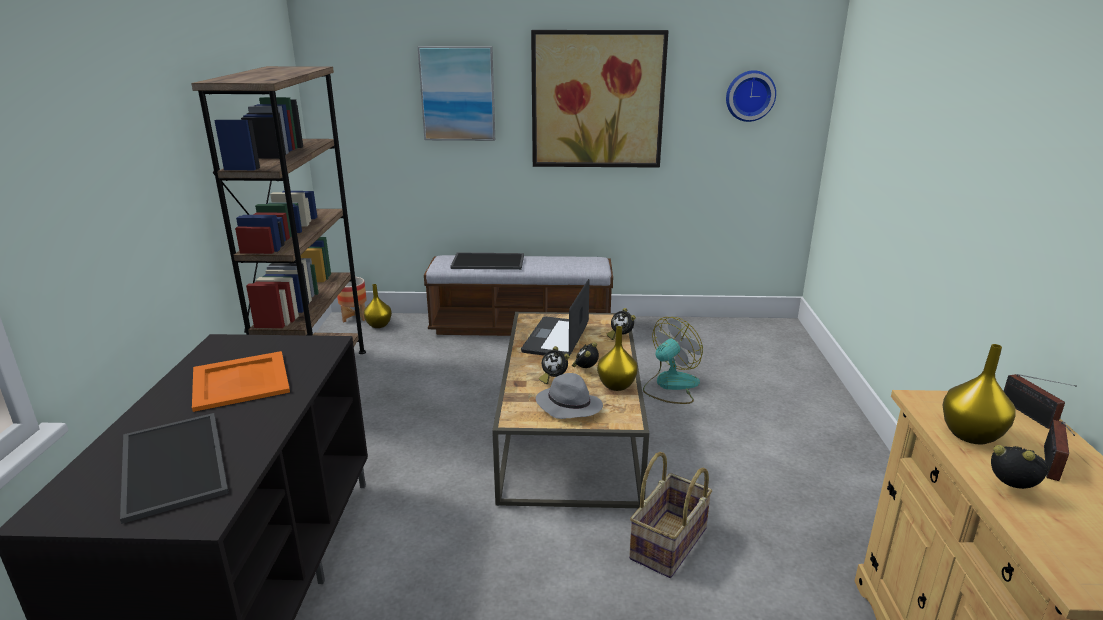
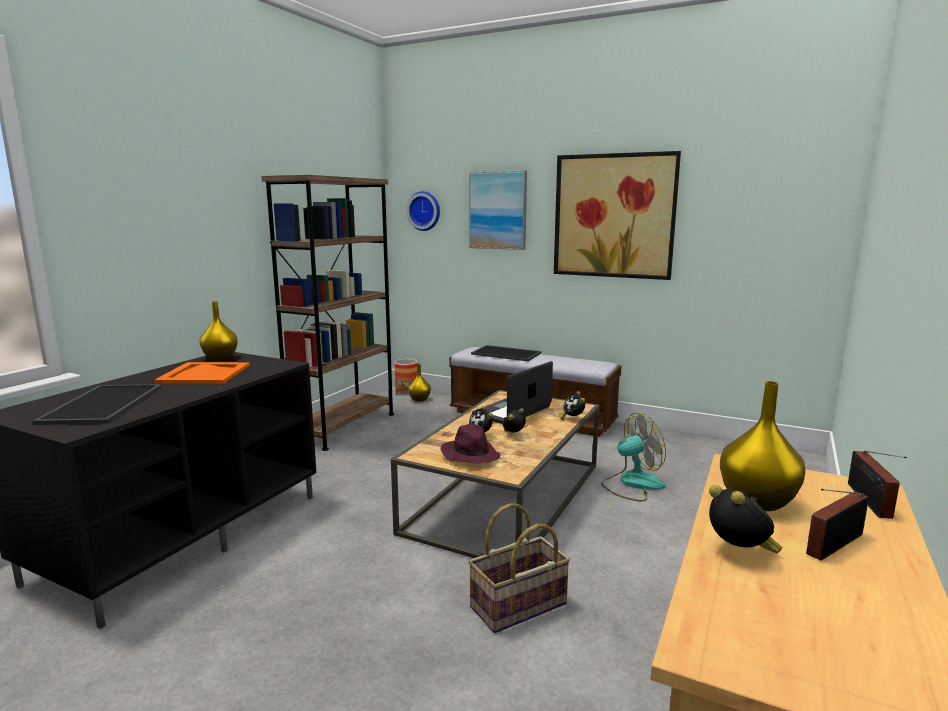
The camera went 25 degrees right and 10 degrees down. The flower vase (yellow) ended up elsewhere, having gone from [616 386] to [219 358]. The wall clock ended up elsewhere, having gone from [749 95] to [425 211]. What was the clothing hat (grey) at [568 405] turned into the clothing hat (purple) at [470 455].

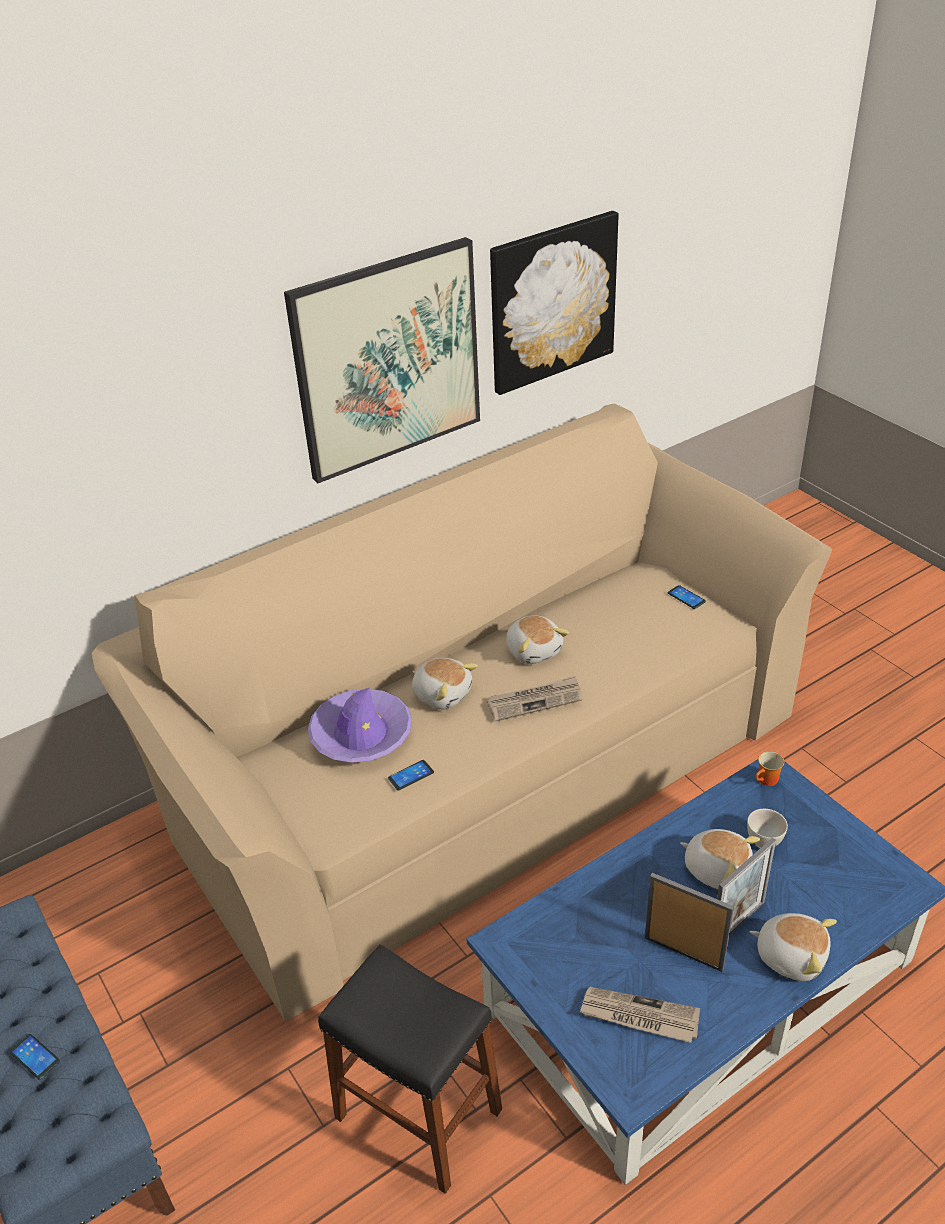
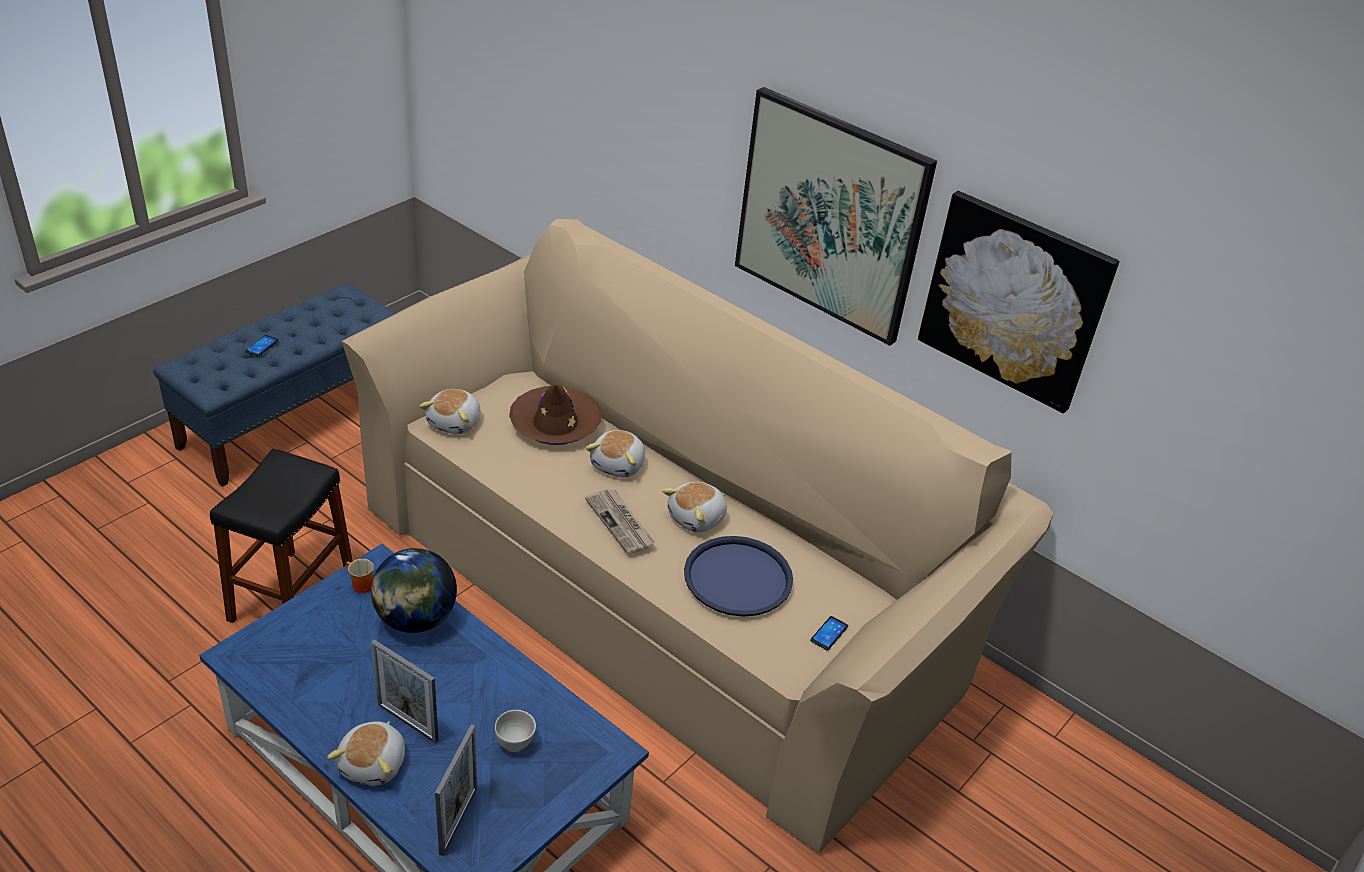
The camera went 70 degrees right and 0 degrees up. The mug ended up elsewhere, having gone from [767 781] to [359 585]. The second view gained the world globe at [415 619]. The cuddly toy ended up elsewhere, having gone from [716 868] to [455 422]. The photo frame ended up elsewhere, having gone from [683 953] to [458 820]. What was the clothing hat (purple) at [361 735] turned into the clothing hat (brown-coloured) at [555 424]. The second view gained the tray (bluish) at [737 577]. The second view lost the phone at [411 775]. The second view lost the newspaper at [639 1016].

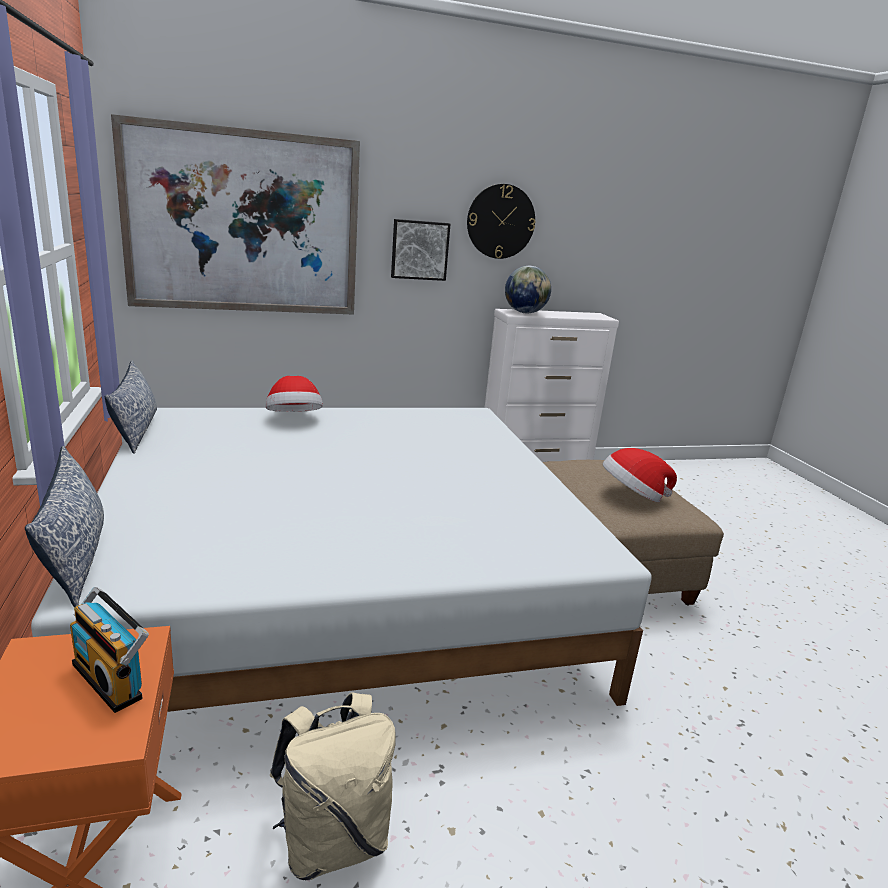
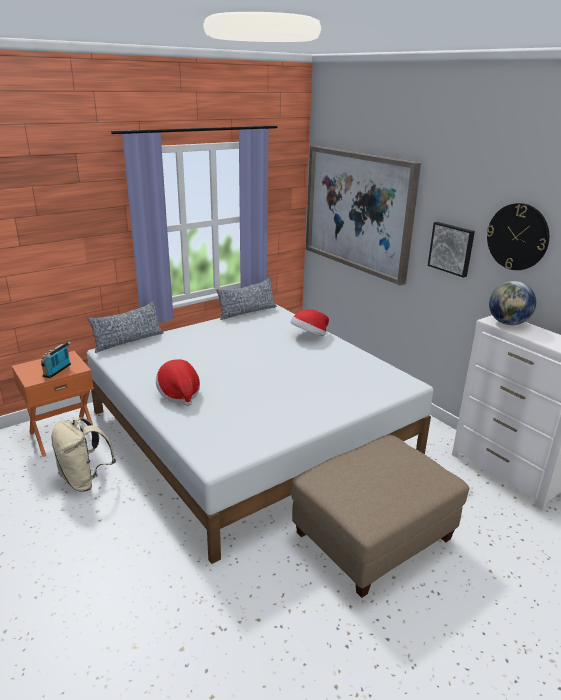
The camera went 70 degrees right and 5 degrees up. The clothing hat ended up elsewhere, having gone from [632 496] to [179 394].

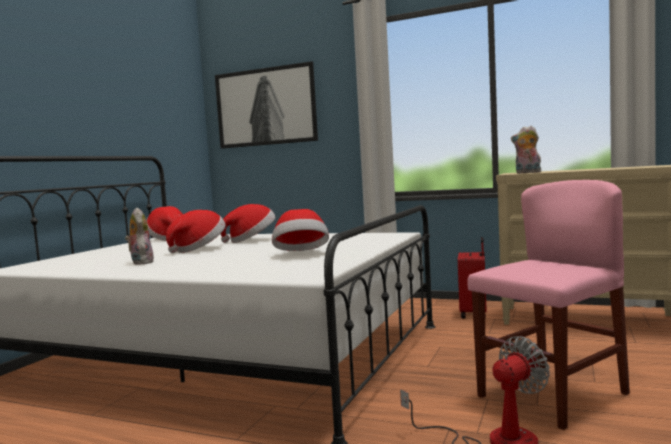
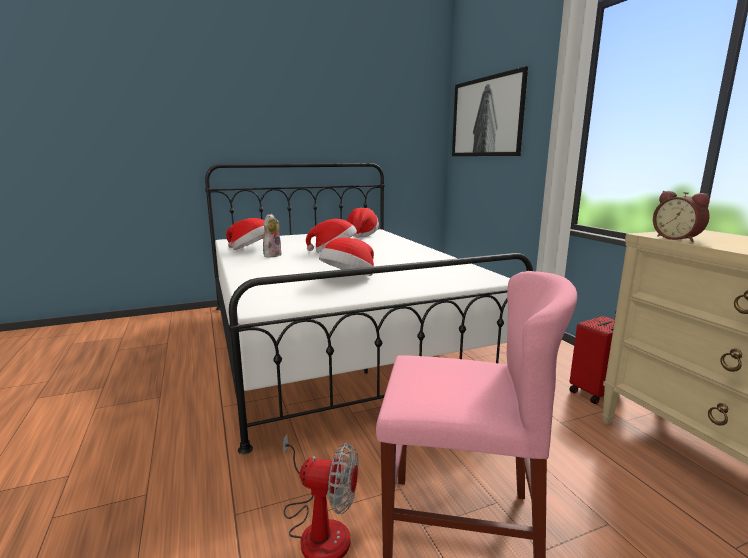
The camera went 45 degrees right and 10 degrees up. The clothing hat ended up elsewhere, having gone from [251 240] to [252 250]. Where the cuddly toy stood at [527 173], the table clock came to stand at [677 238].

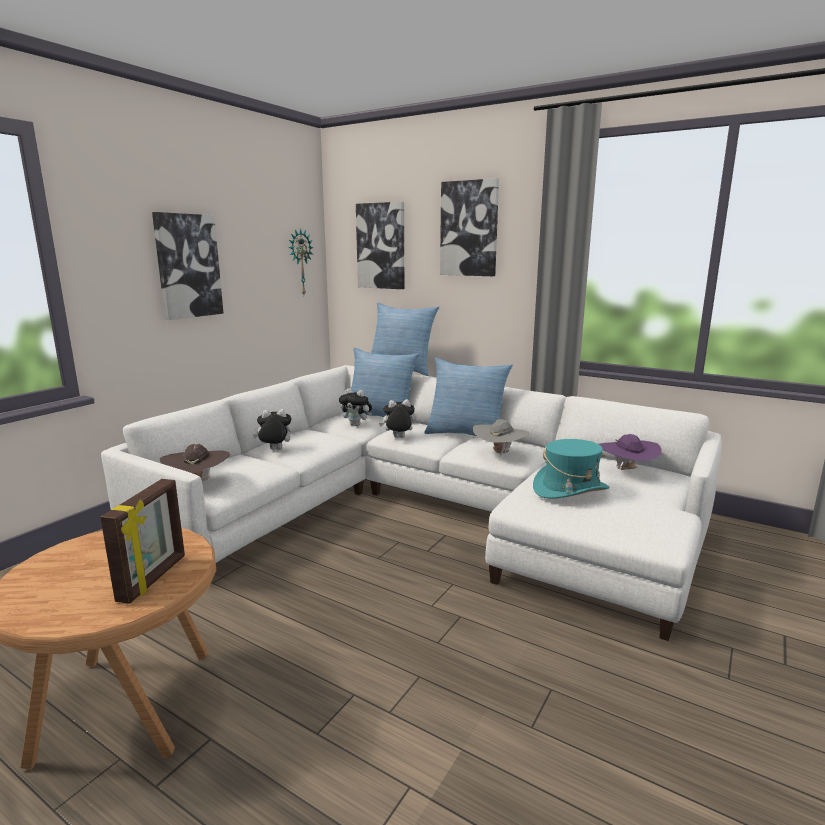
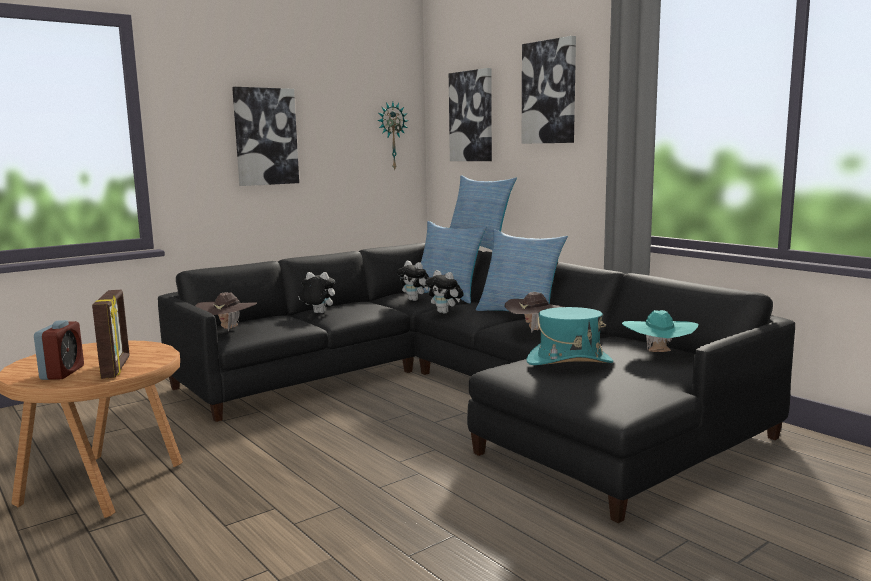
The camera went 20 degrees right and 5 degrees down. The second view gained the table clock at [62 373]. The photo frame at [154 578] ended up facing another way, 45 degrees counterclockwise from before. What was the couch (white-coloured) at [425 511] turned into the couch (blackish) at [461 392]. The cuddly toy at [398 438] ended up facing another way, 150 degrees counterclockwise from before. What was the clothing hat (grey) at [500 453] turned into the clothing hat (brown-coloured) at [534 330]. What was the clothing hat (purple) at [626 471] turned into the clothing hat (turquoise-coloured) at [658 354].

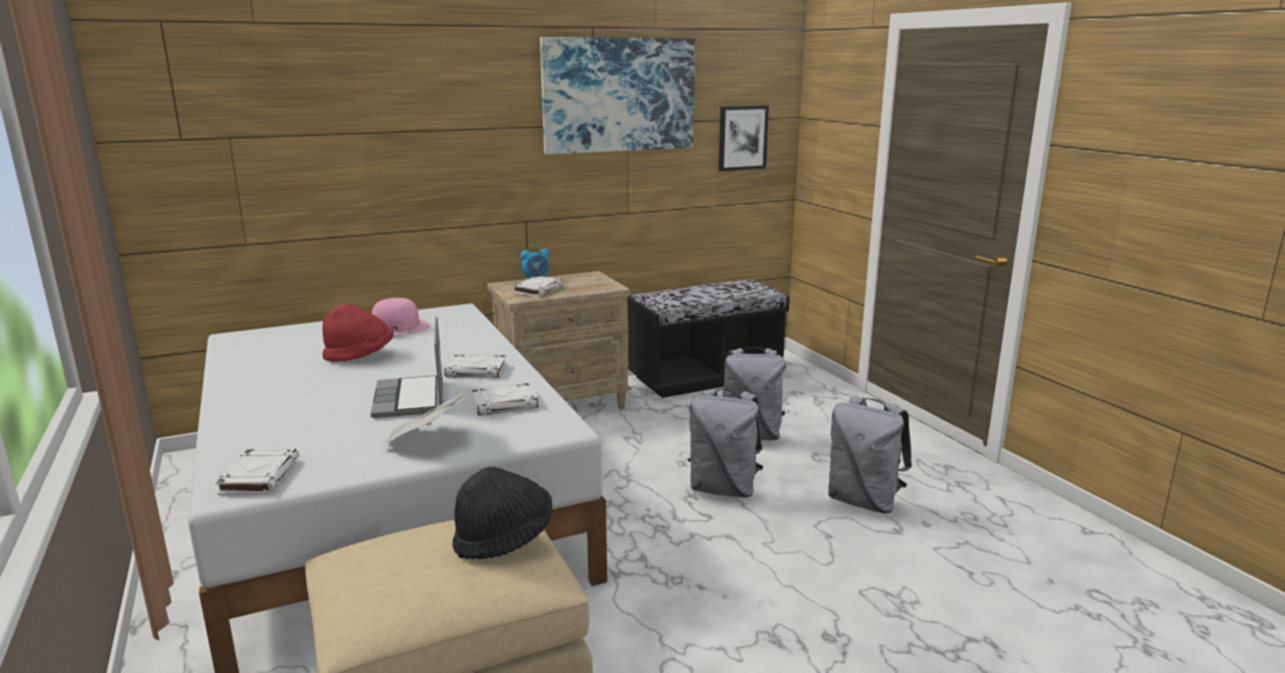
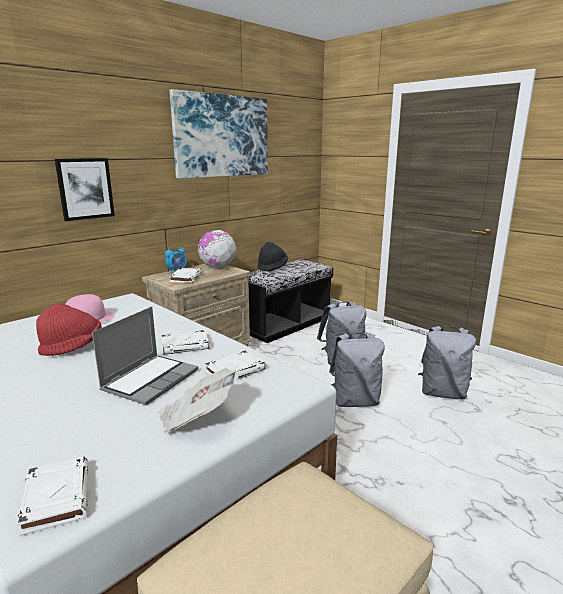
The camera went 20 degrees left and 0 degrees up. The wall picture ended up elsewhere, having gone from [742 138] to [85 188]. The notebook computer at [411 399] ended up facing another way, 120 degrees counterclockwise from before. The second view gained the world globe at [217 267]. The clothing hat (blackish) ended up elsewhere, having gone from [504 539] to [272 267].

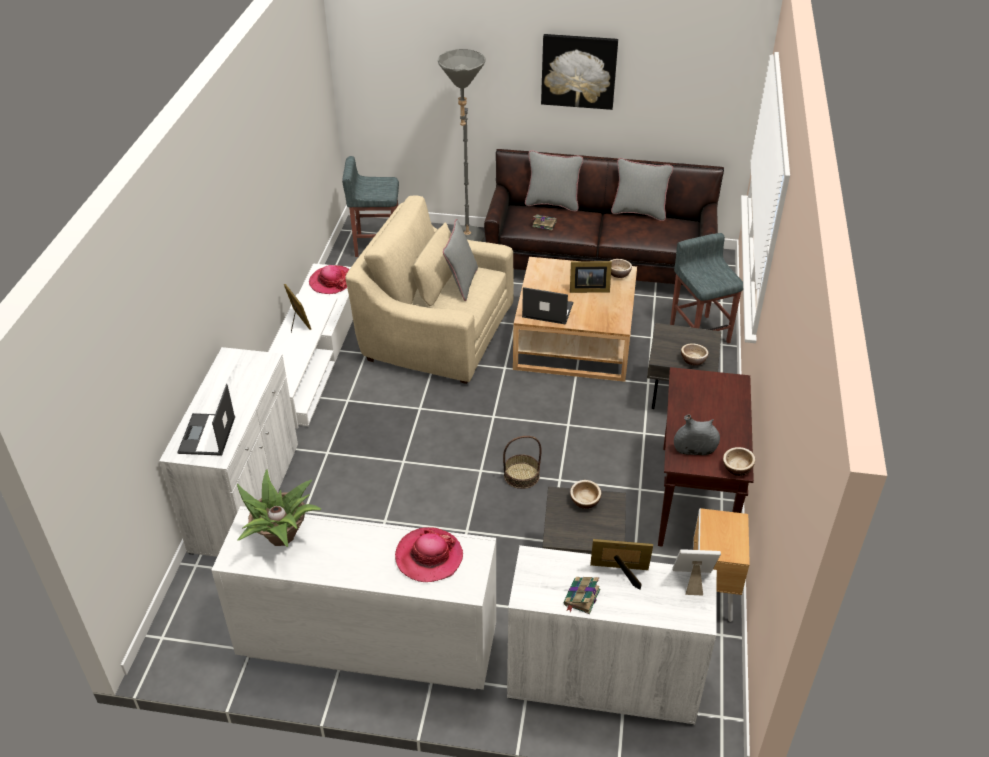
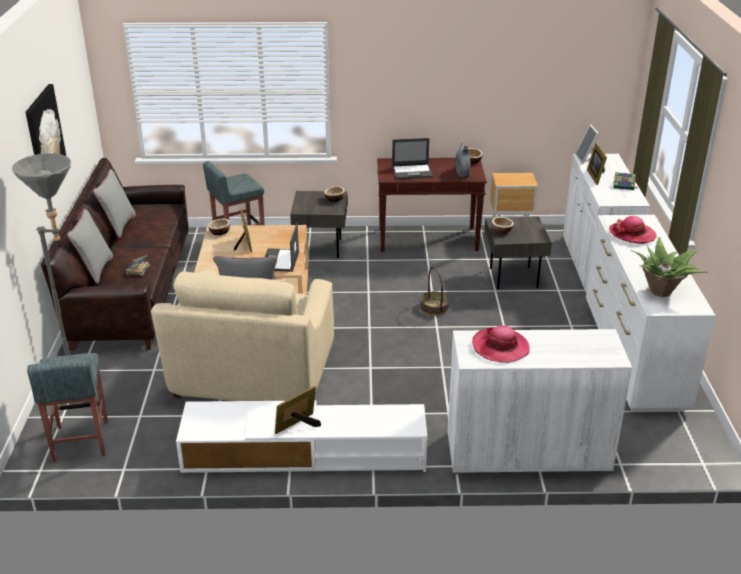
The camera went 100 degrees left and 10 degrees down. The notebook computer ended up elsewhere, having gone from [207 435] to [412 172]. The clothing hat ended up elsewhere, having gone from [331 281] to [500 347].

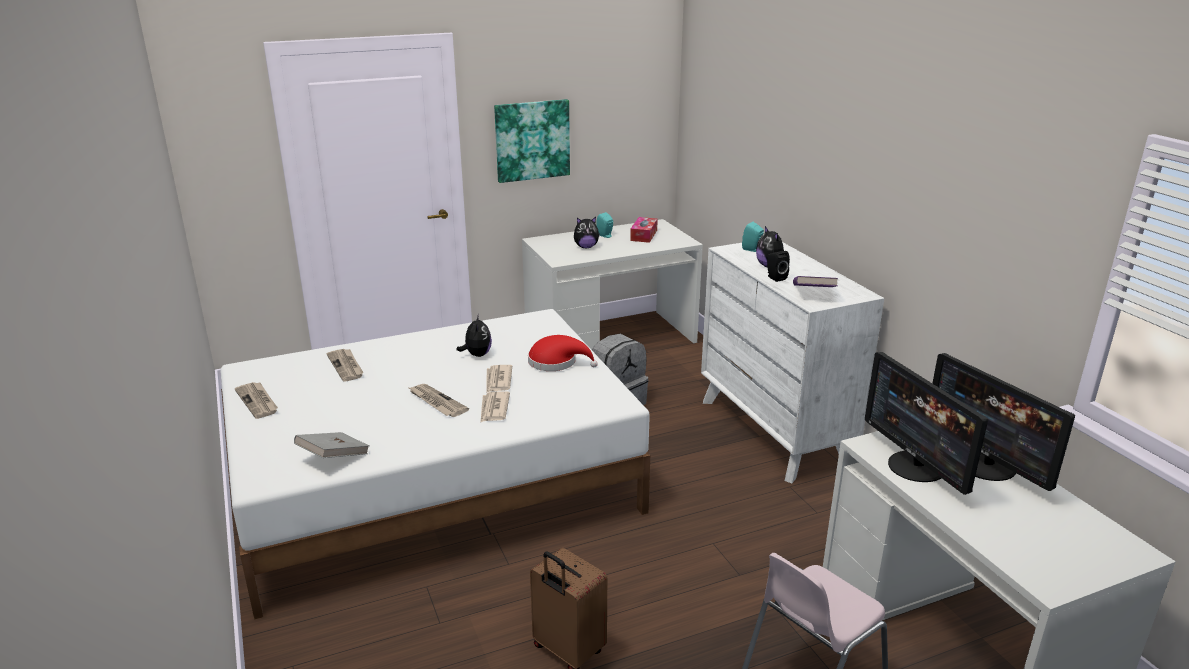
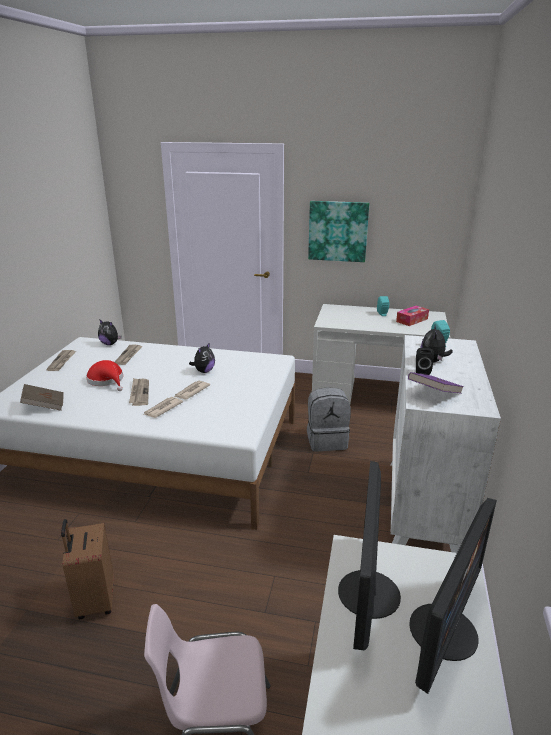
The camera went 35 degrees right and 0 degrees up. What was the volume (grey) at [333 457] turned into the volume (brown-coloured) at [44 406]. The clothing hat (reddish) ended up elsewhere, having gone from [556 362] to [107 380]. The cuddly toy ended up elsewhere, having gone from [586 247] to [110 344]. The computer screen at [986 465] ended up facing another way, 150 degrees counterclockwise from before.

